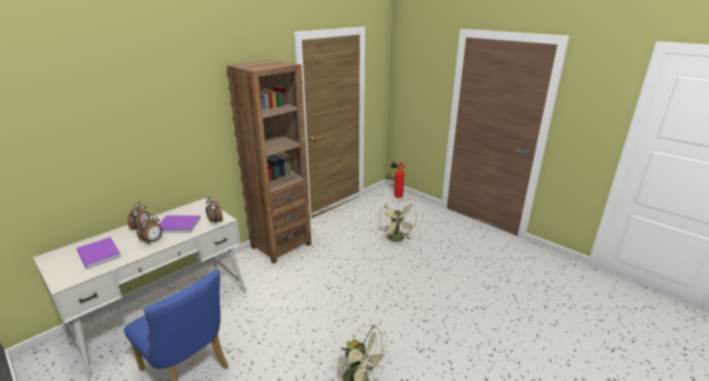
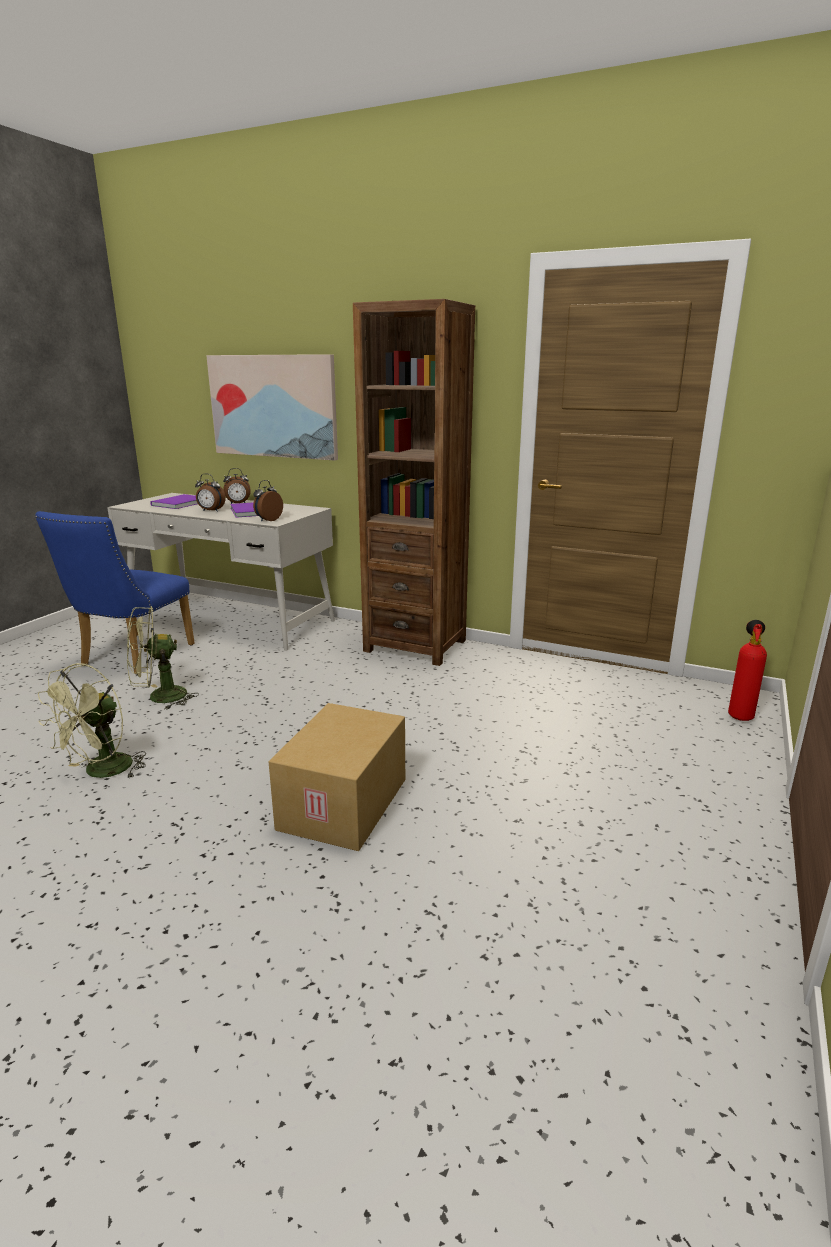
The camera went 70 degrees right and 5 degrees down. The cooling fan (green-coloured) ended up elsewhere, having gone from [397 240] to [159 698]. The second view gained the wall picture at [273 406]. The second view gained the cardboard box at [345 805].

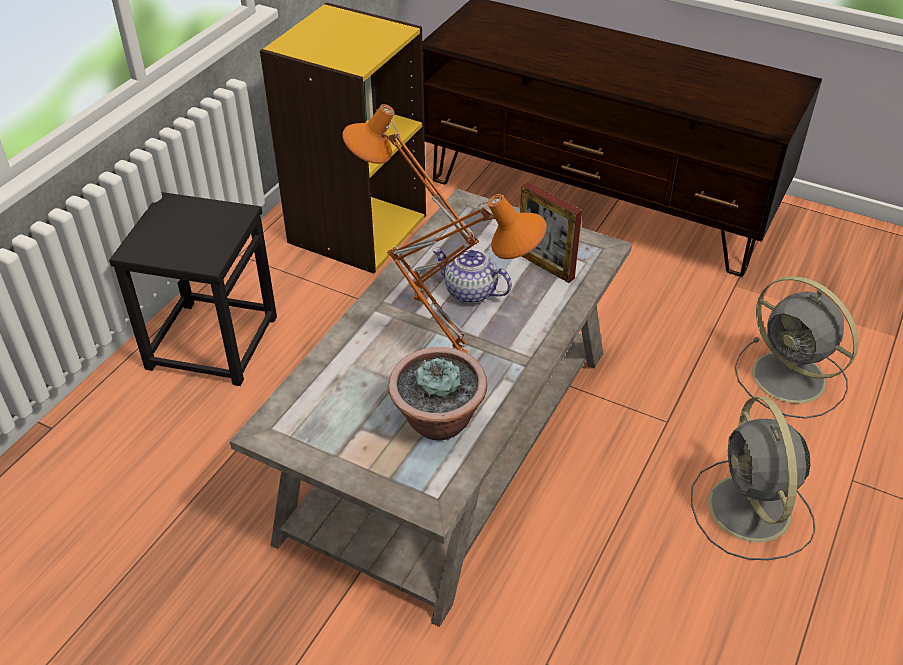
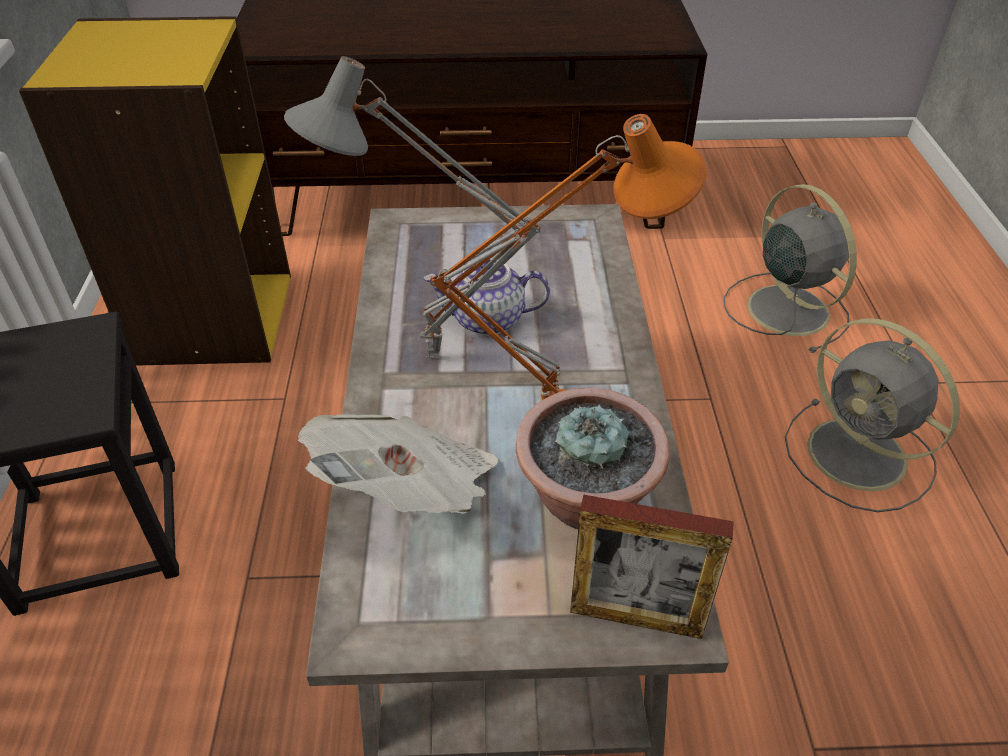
The camera went 30 degrees left and 0 degrees up. What was the table lamp (orange-coloured) at [415 305] turned into the table lamp (grey) at [431 362]. The second view gained the newspaper at [410 491]. The photo frame ended up elsewhere, having gone from [545 266] to [636 617]. The cooling fan (grey) at [791 379] ended up facing another way, 135 degrees counterclockwise from before.

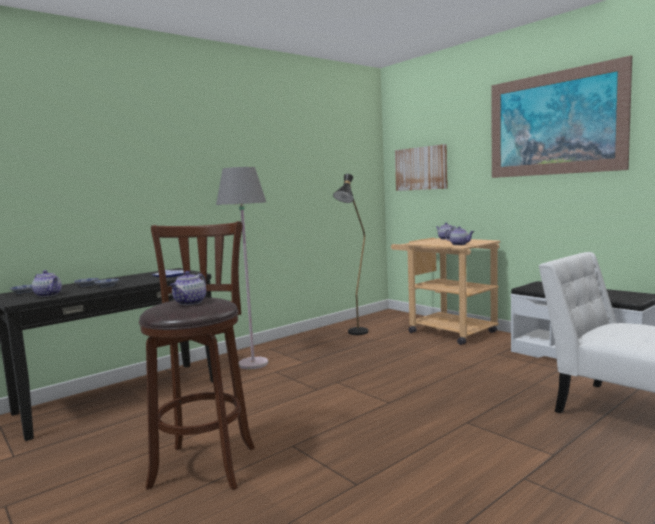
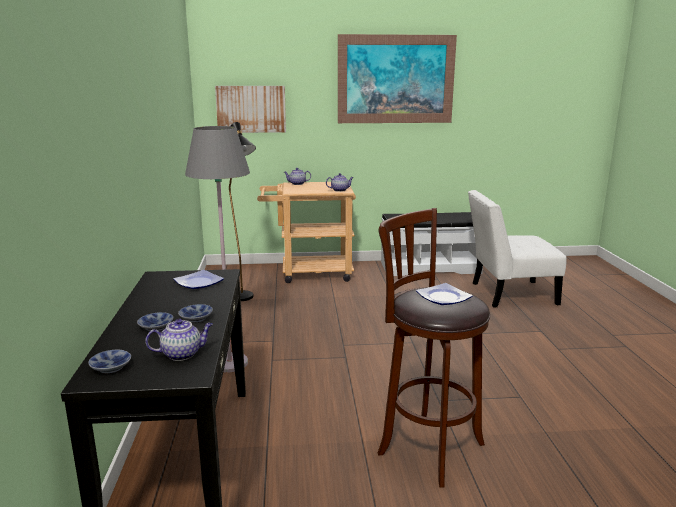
The camera went 55 degrees left and 10 degrees up. Where the pot for tea stood at [190 303], the flat dish came to stand at [444 298].

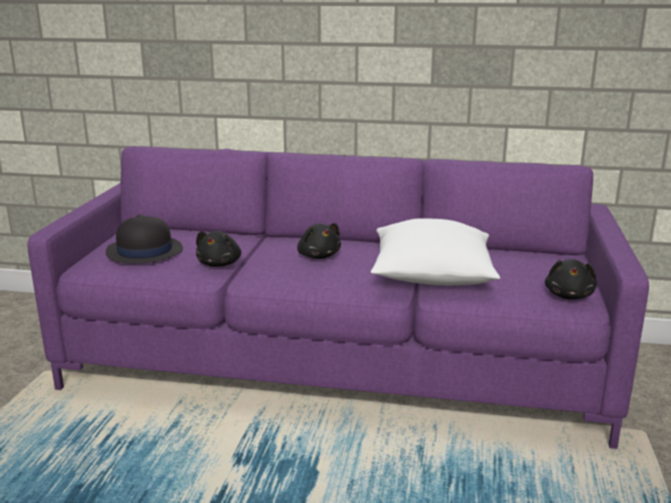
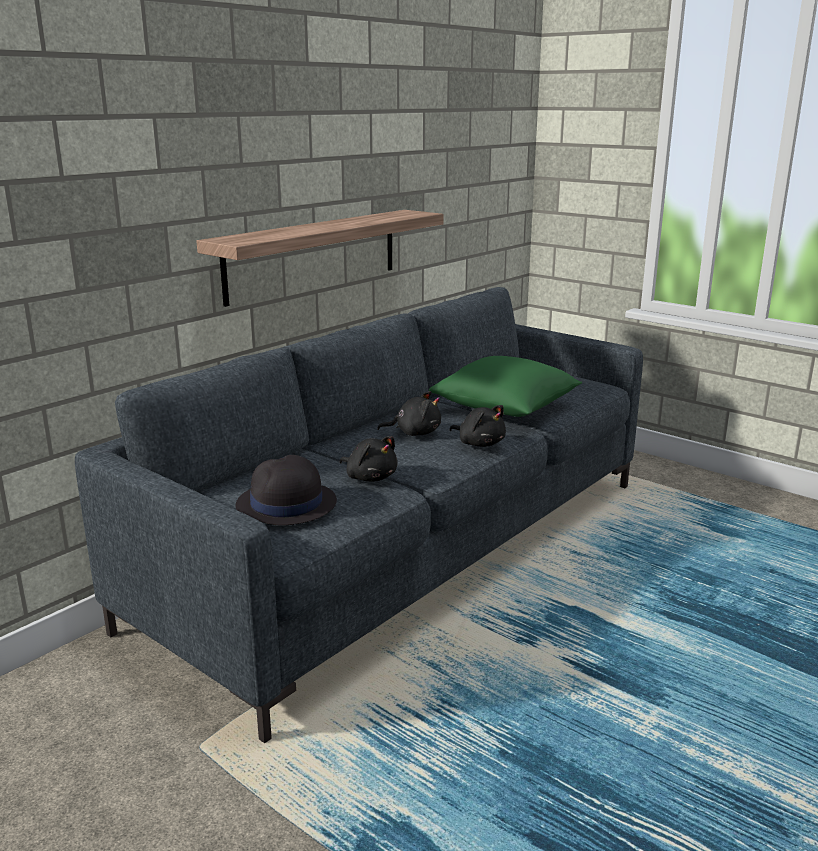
The camera went 60 degrees left and 0 degrees up. What was the couch (purple) at [335 366] turned into the couch (grey) at [408 550]. The second view gained the wall shelf at [313 255]. What was the pillow (white-coloured) at [431 276] turned into the pillow (green-coloured) at [506 409]. The cuddly toy (blackish) ended up elsewhere, having gone from [569 295] to [479 443].

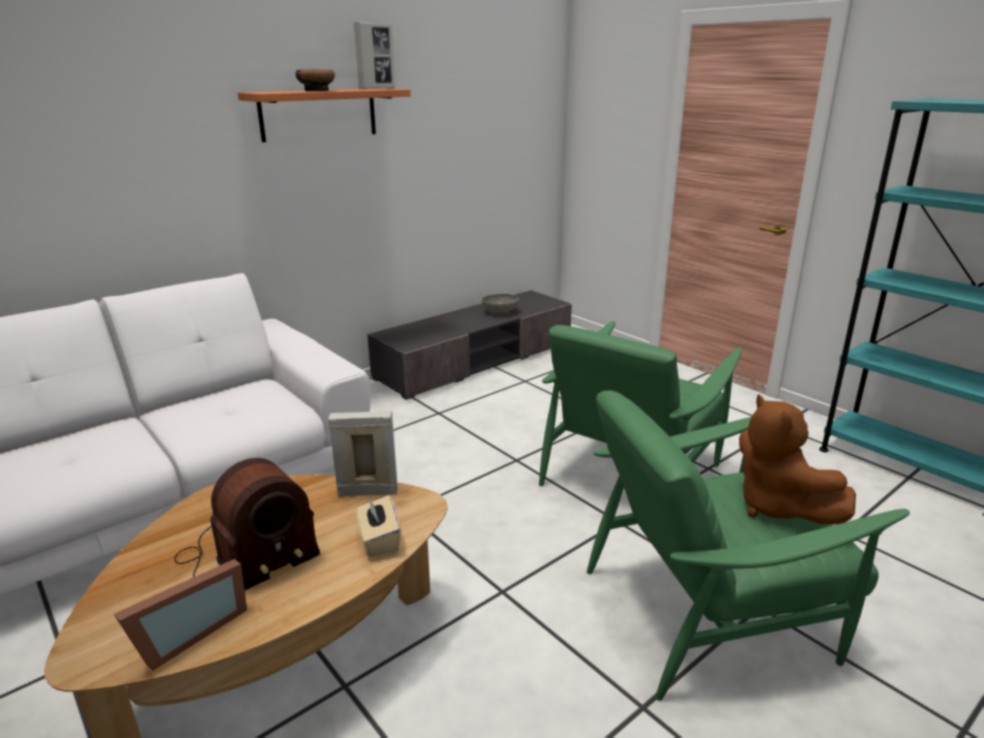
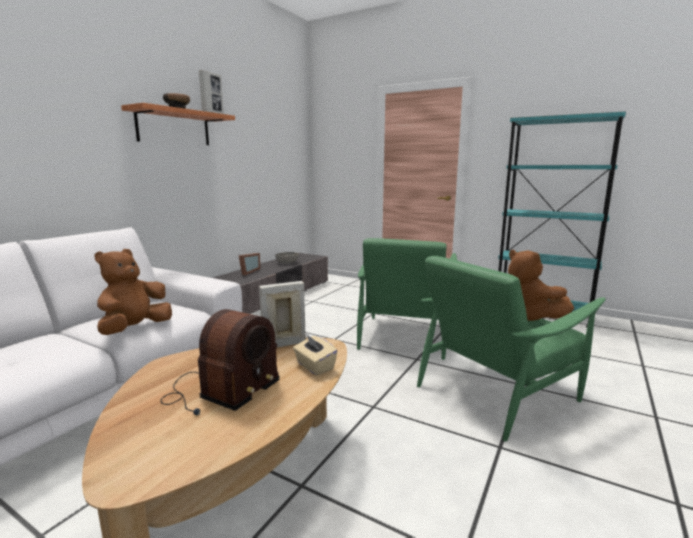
The camera went 20 degrees left and 10 degrees down. The second view gained the cuddly toy (brown-coloured) at [135 329]. The photo frame ended up elsewhere, having gone from [188 634] to [248 271].

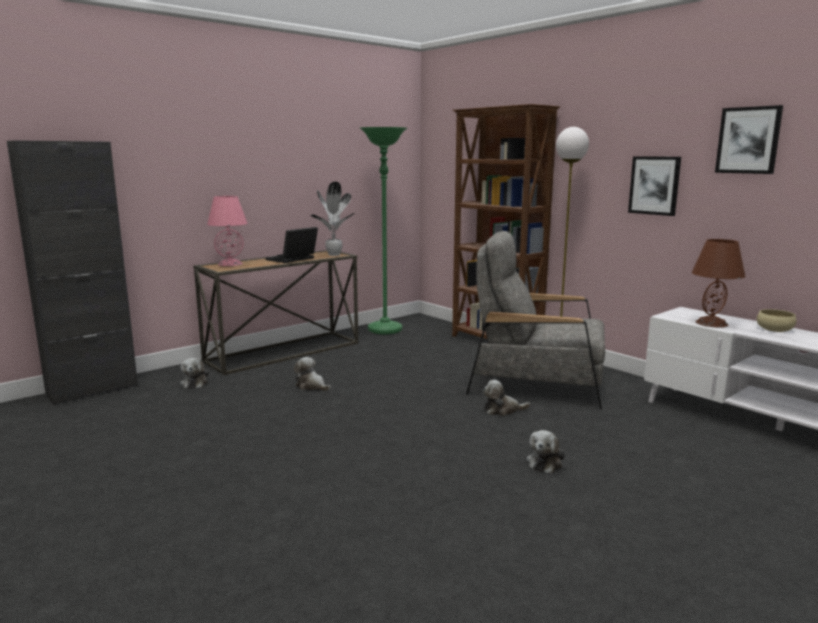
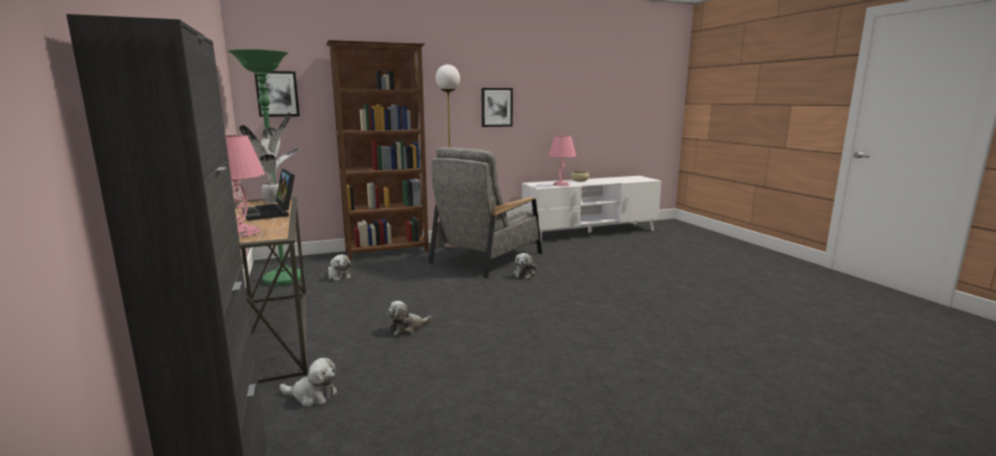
The camera went 70 degrees left and 0 degrees up. The wall picture ended up elsewhere, having gone from [748 140] to [277 94]. The cuddly toy ended up elsewhere, having gone from [545 462] to [338 276]. What was the table lamp (brown-coloured) at [711 323] turned into the table lamp (pink-coloured) at [561 184].

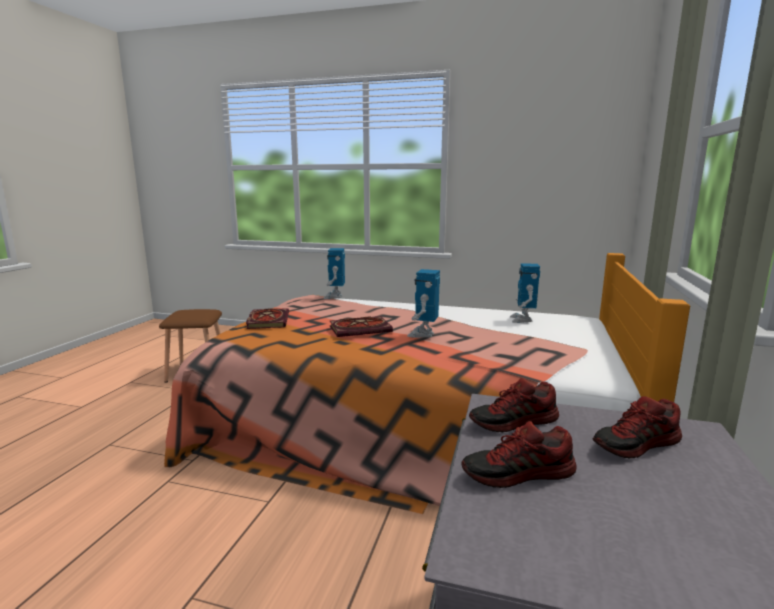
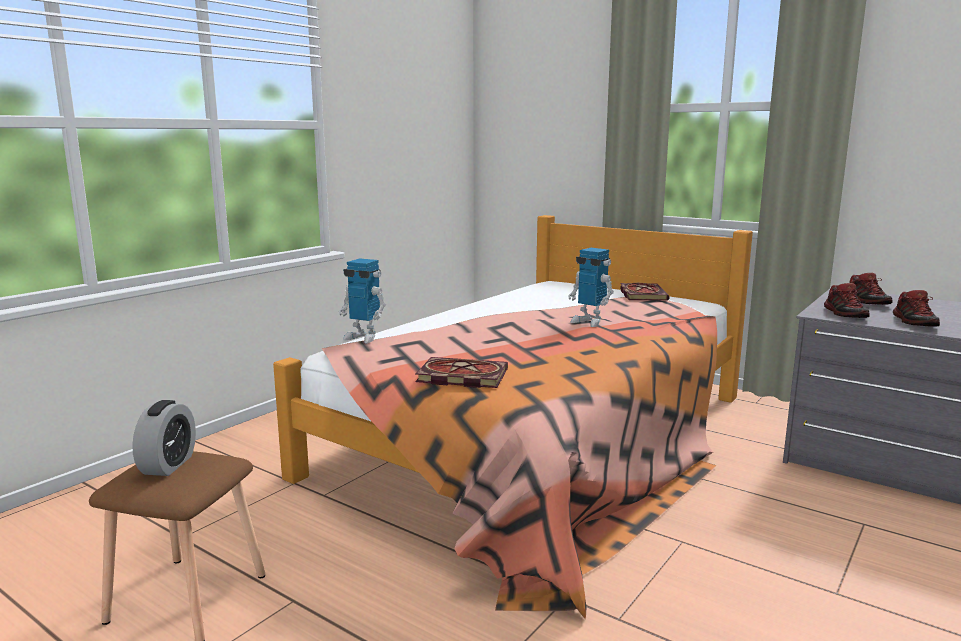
The camera went 70 degrees left and 0 degrees up. The second view gained the table clock at [168 465]. The volume ended up elsewhere, having gone from [361 329] to [641 294]. The second view lost the robot figure at [522 320].

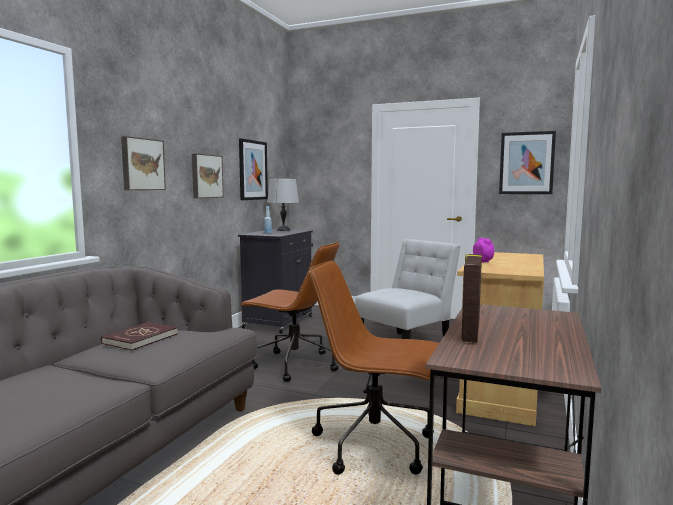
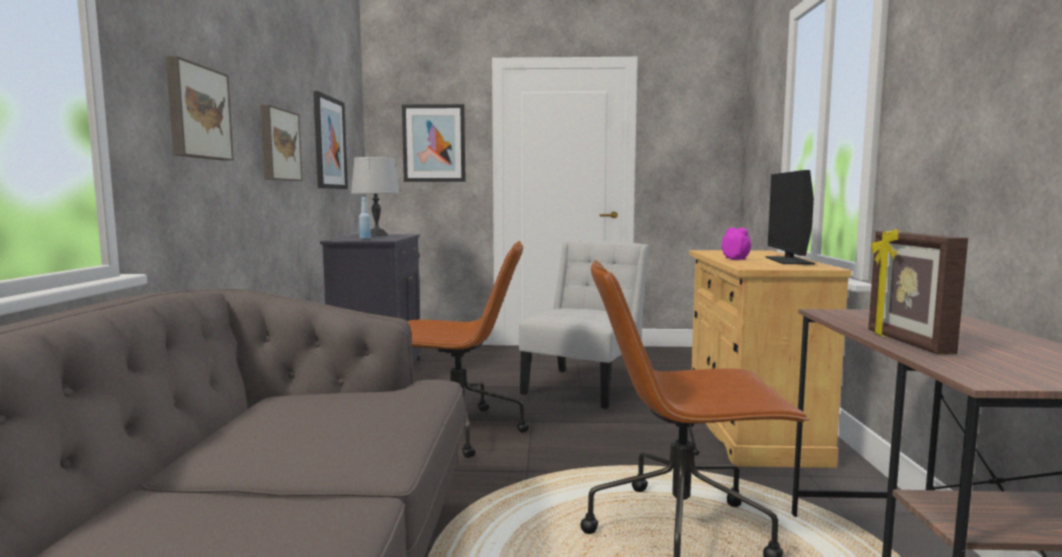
The camera went 20 degrees left and 0 degrees up. The wall picture ended up elsewhere, having gone from [526 163] to [434 143]. The second view gained the computer screen at [788 260]. The second view lost the volume (reddish) at [140 339].

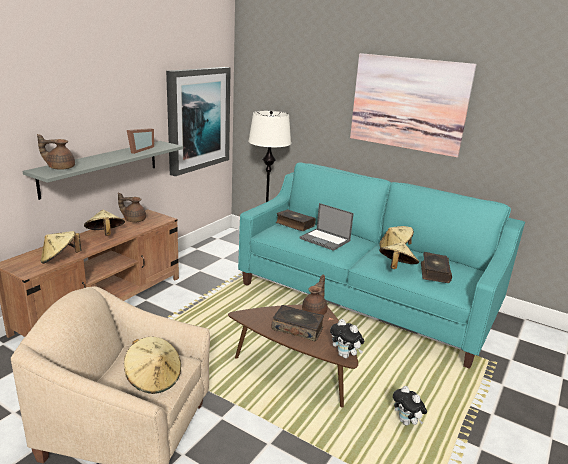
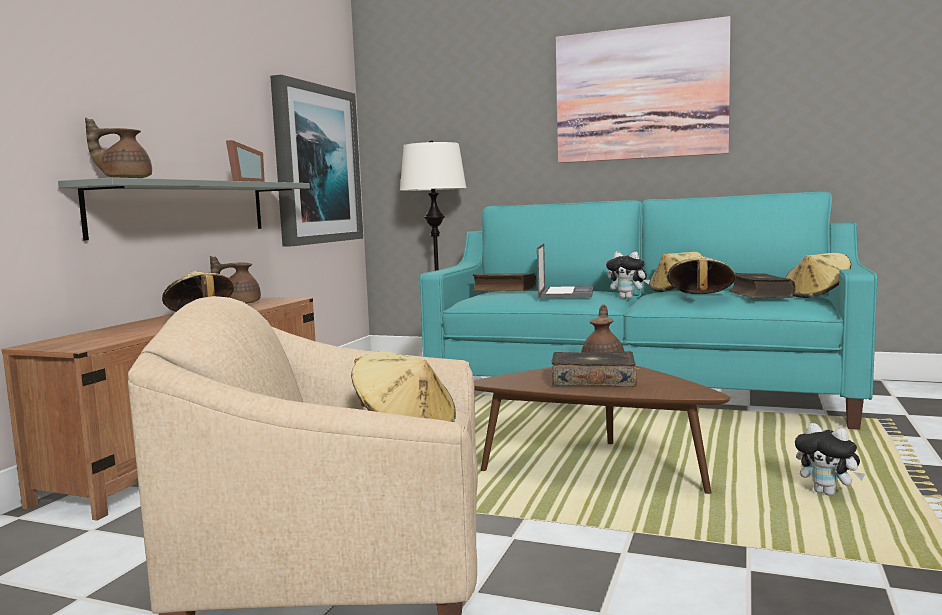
The camera went 10 degrees left and 15 degrees down. The notebook computer at [325 240] ended up facing another way, 105 degrees counterclockwise from before. The cuddly toy ended up elsewhere, having gone from [345 355] to [627 298]. The clothing hat (beige) ended up elsewhere, having gone from [60 259] to [816 295].

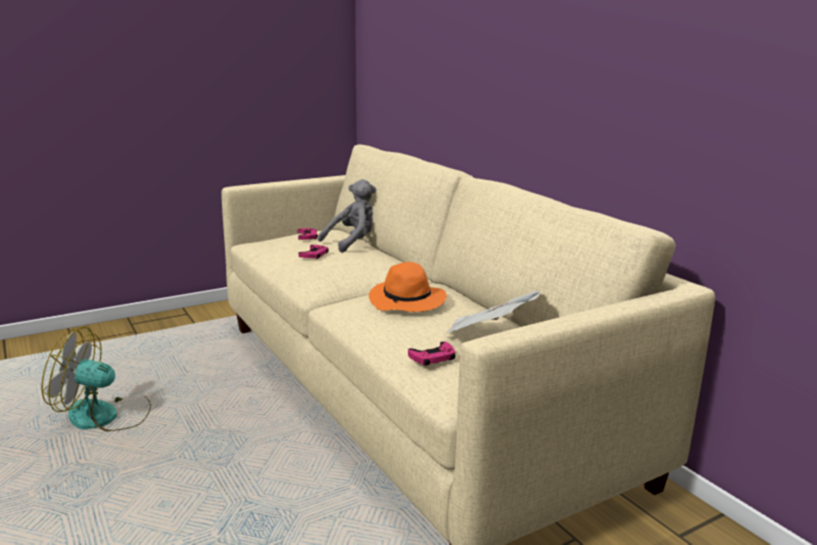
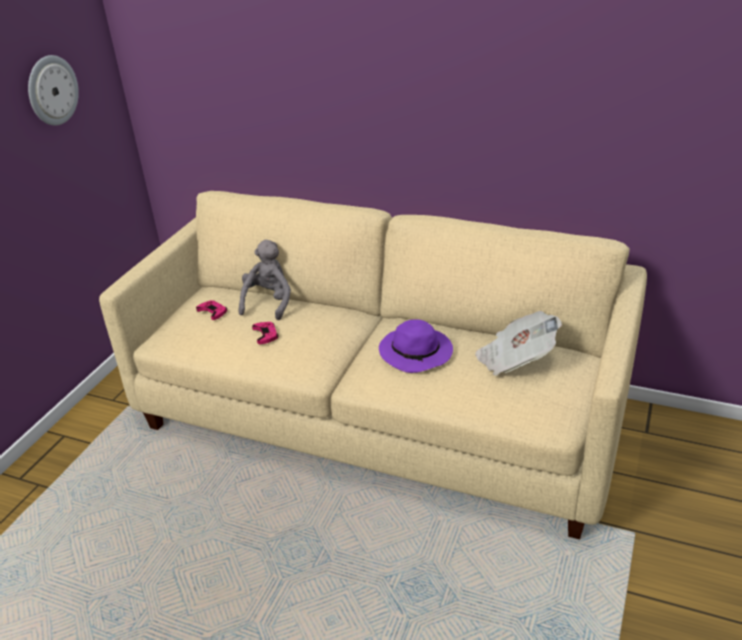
The camera went 35 degrees left and 15 degrees up. The second view gained the wall clock at [52 90]. What was the clothing hat (orange-coloured) at [407 302] turned into the clothing hat (purple) at [417 353]. The second view lost the cooling fan at [105 417]. The second view lost the game controller (pink-coloured) at [433 357].

